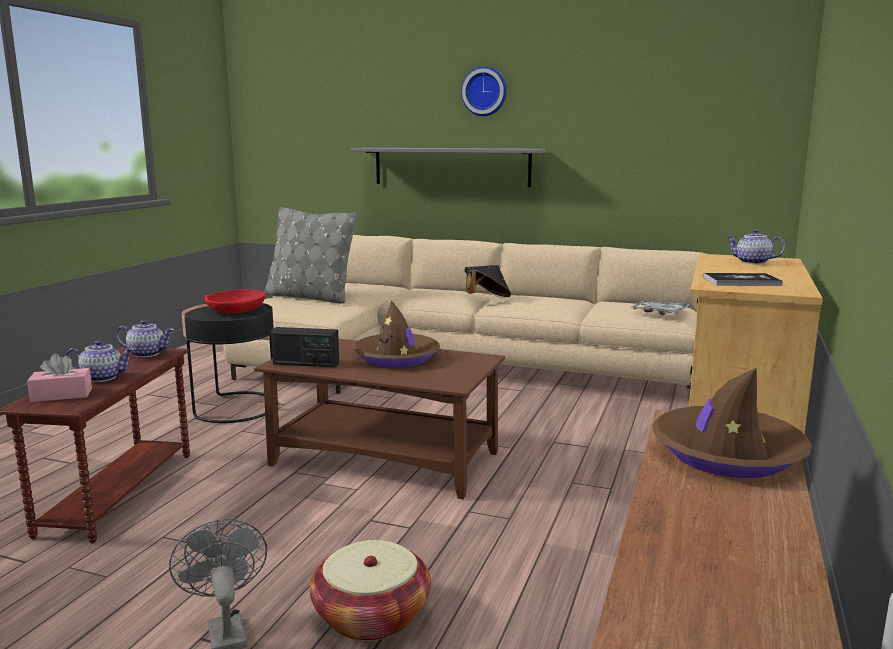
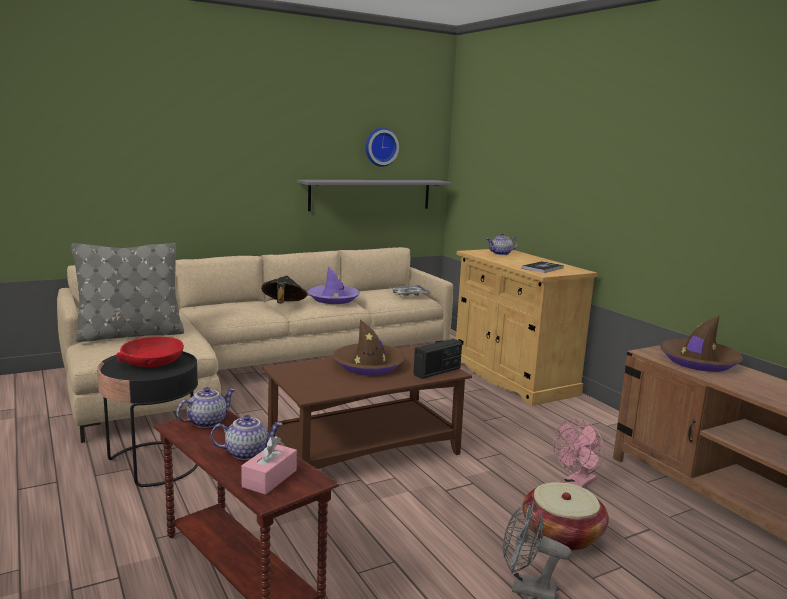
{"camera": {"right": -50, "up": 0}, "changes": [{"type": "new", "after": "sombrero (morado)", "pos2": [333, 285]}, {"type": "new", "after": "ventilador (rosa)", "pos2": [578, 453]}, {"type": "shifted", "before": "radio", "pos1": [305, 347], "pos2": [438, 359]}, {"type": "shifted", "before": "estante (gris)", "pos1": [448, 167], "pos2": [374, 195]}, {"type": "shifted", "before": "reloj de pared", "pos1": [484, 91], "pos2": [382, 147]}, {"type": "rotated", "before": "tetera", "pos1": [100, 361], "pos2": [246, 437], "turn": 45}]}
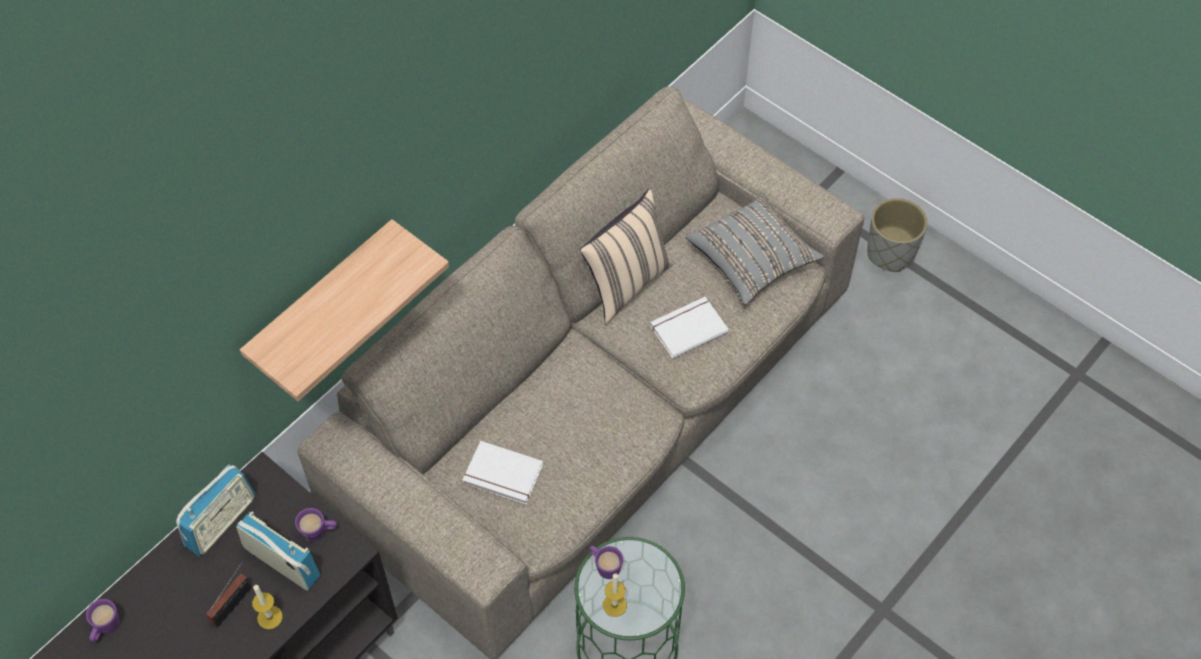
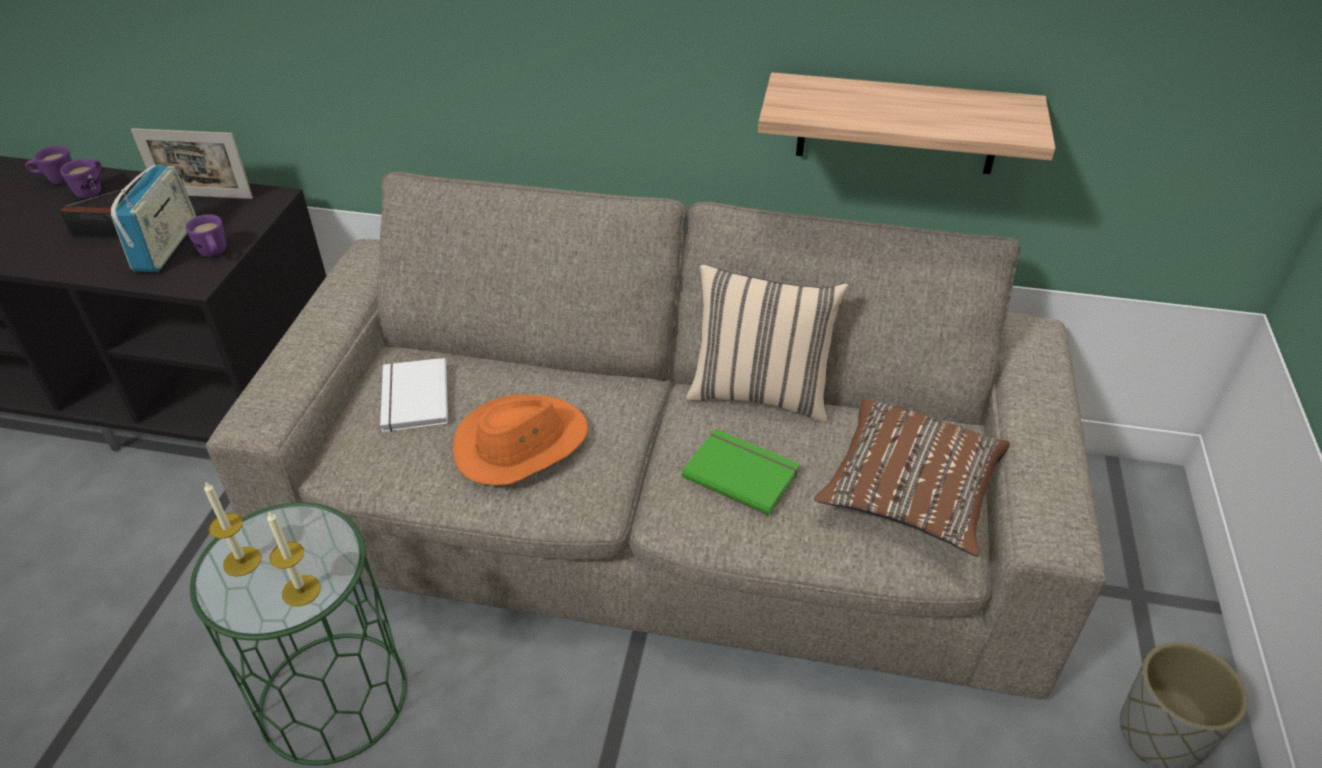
{"camera": {"right": 60, "up": -15}, "changes": [{"type": "new", "after": "sombrero (naranja)", "pos2": [520, 439]}, {"type": "shifted", "before": "estante", "pos1": [344, 310], "pos2": [907, 123]}, {"type": "shifted", "before": "vela", "pos1": [267, 607], "pos2": [294, 559]}, {"type": "shifted", "before": "taza grande (morado)", "pos1": [606, 562], "pos2": [81, 178]}, {"type": "swapped", "before": "radio", "after": "portarretratos", "pos1": [216, 510], "pos2": [192, 163]}, {"type": "repainted", "before": "libro (blanco)", "after": "libro (verde)", "pos1": [689, 327], "pos2": [741, 472]}, {"type": "repainted", "before": "cojín (gris)", "after": "cojín (marrón)", "pos1": [754, 248], "pos2": [912, 478]}]}
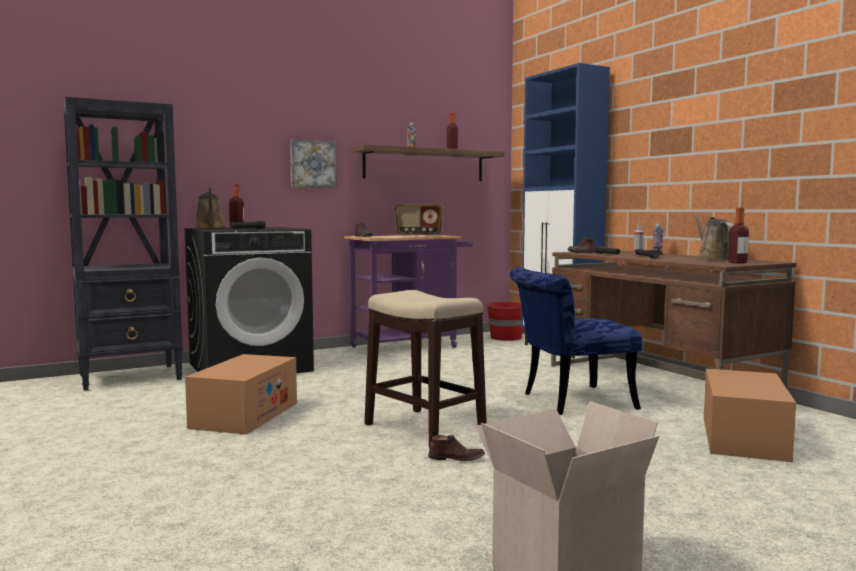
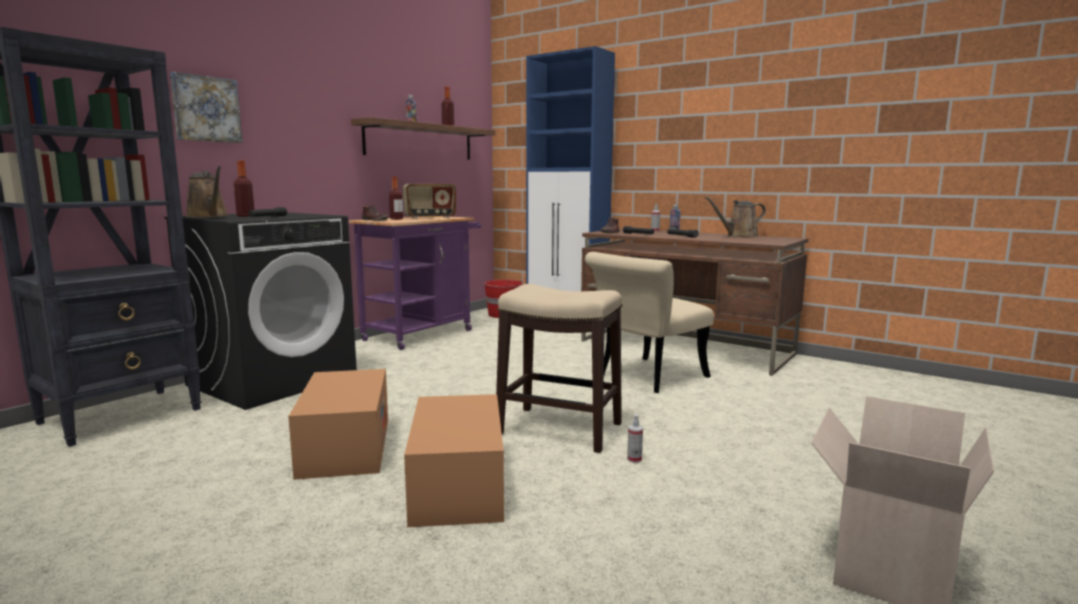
{"camera": {"right": -25, "up": 5}, "changes": [{"type": "shifted", "before": "cuadro", "pos1": [313, 163], "pos2": [206, 107]}, {"type": "shifted", "before": "caja de cartón", "pos1": [750, 415], "pos2": [454, 460]}, {"type": "shifted", "before": "botella", "pos1": [738, 235], "pos2": [396, 198]}, {"type": "swapped", "before": "zapato (marrón)", "after": "pulverizador", "pos1": [456, 448], "pos2": [635, 438]}, {"type": "repainted", "before": "silla (azul)", "after": "silla (beis)", "pos1": [576, 341], "pos2": [649, 322]}, {"type": "rotated", "before": "regadera (marrón)", "pos1": [713, 237], "pos2": [735, 217], "turn": -75}]}
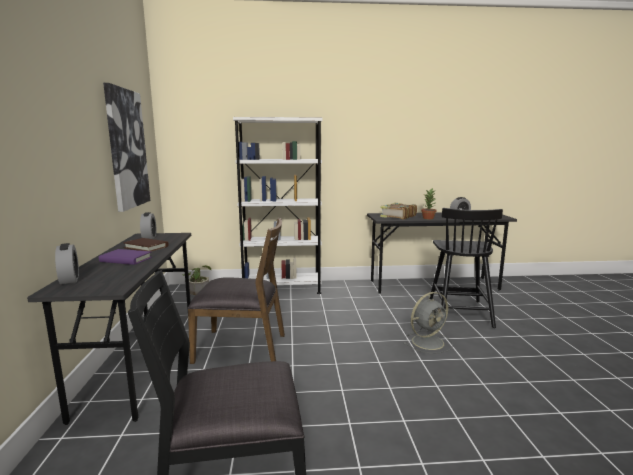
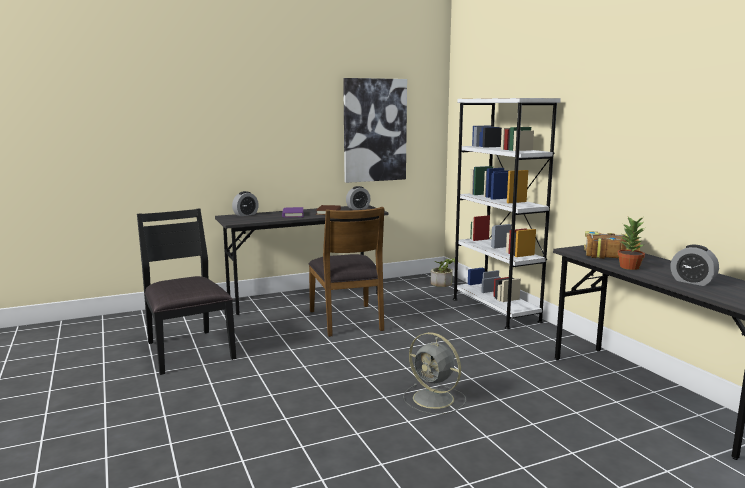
{"camera": {"right": 70, "up": 0}, "changes": [{"type": "gone", "before": "silla (negro)", "pos1": [466, 268]}]}
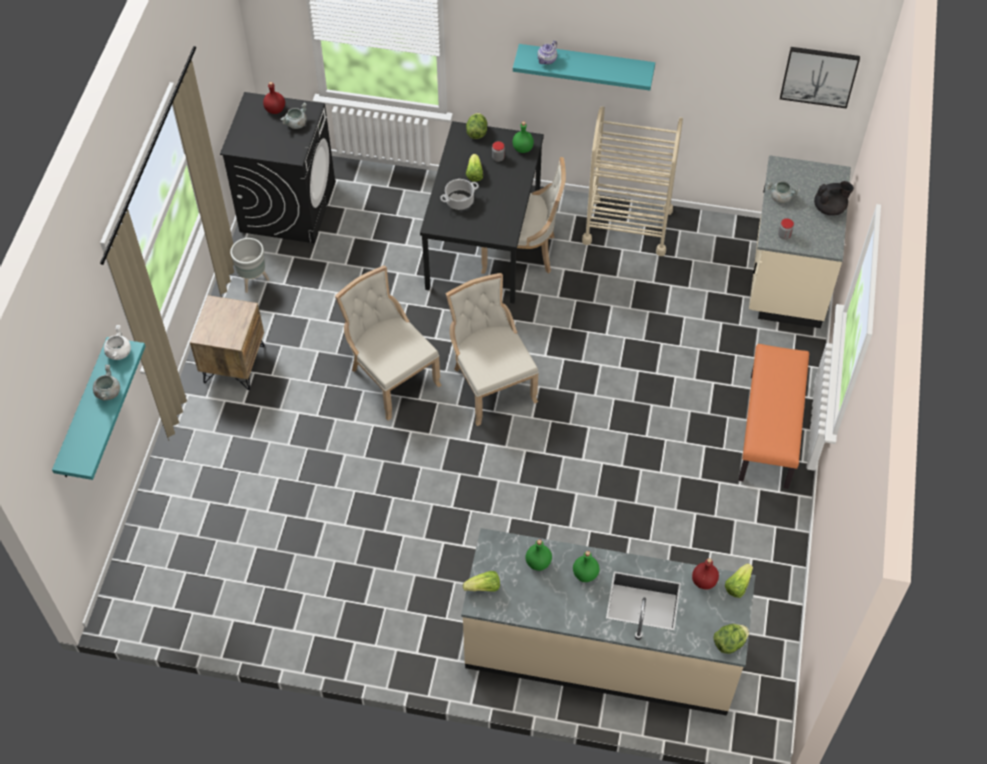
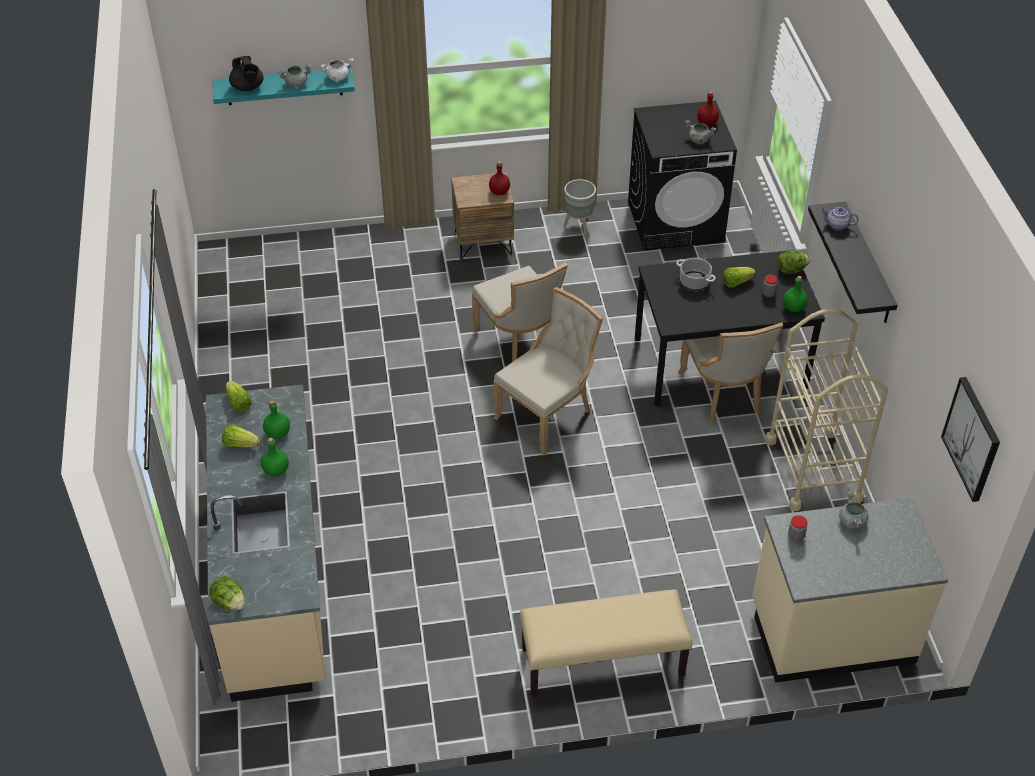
{"camera": {"right": 70, "up": -10}, "changes": [{"type": "shifted", "before": "botella (rojo)", "pos1": [705, 574], "pos2": [499, 178]}, {"type": "shifted", "before": "lechuga", "pos1": [739, 581], "pos2": [241, 435]}, {"type": "shifted", "before": "tetera (negro)", "pos1": [834, 198], "pos2": [246, 73]}, {"type": "repainted", "before": "estante (turquesa)", "after": "estante (negro)", "pos1": [584, 67], "pos2": [853, 262]}, {"type": "repainted", "before": "banco (naranja)", "after": "banco (beis)", "pos1": [773, 416], "pos2": [606, 643]}, {"type": "rotated", "before": "silla (beis)", "pos1": [388, 343], "pos2": [520, 312], "turn": 120}]}
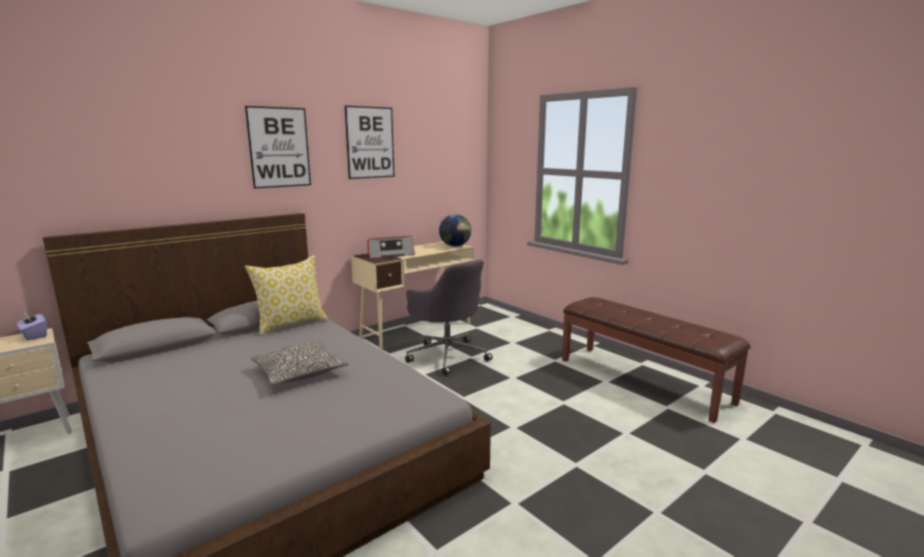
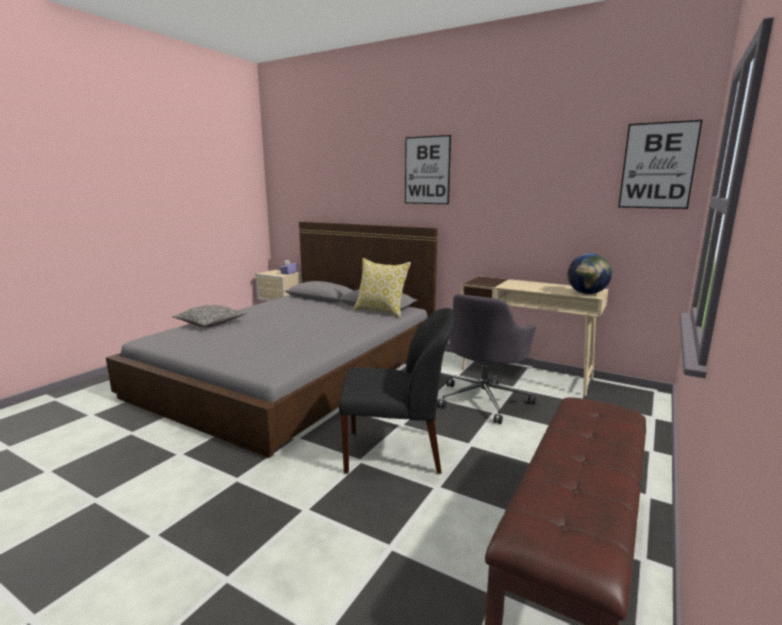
{"camera": {"right": 70, "up": 0}, "changes": [{"type": "gone", "before": "radio", "pos1": [391, 247]}, {"type": "new", "after": "silla (negro)", "pos2": [396, 391]}, {"type": "shifted", "before": "cojín", "pos1": [300, 362], "pos2": [209, 316]}, {"type": "shifted", "before": "cuadro", "pos1": [370, 142], "pos2": [660, 164]}]}
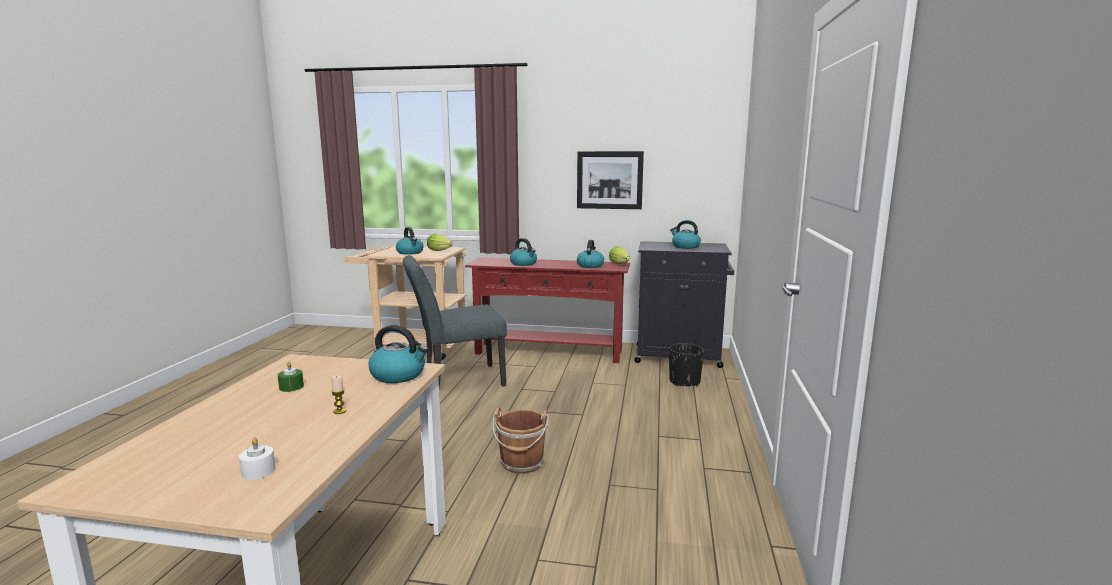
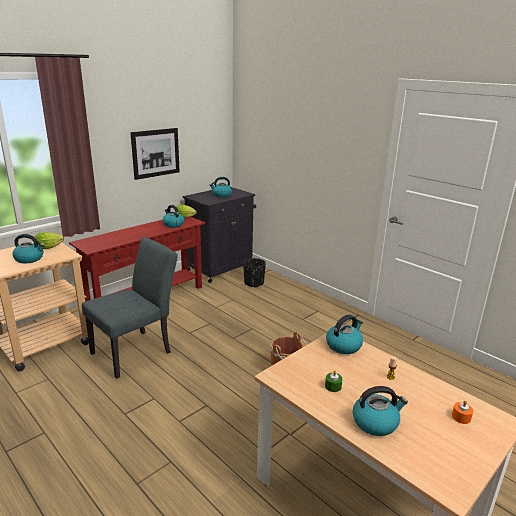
{"camera": {"right": -55, "up": 10}, "changes": [{"type": "shifted", "before": "hervidor", "pos1": [523, 252], "pos2": [380, 411]}, {"type": "repainted", "before": "vela (blanco)", "after": "vela (naranja)", "pos1": [257, 459], "pos2": [462, 412]}, {"type": "rotated", "before": "silla (gris)", "pos1": [455, 322], "pos2": [129, 308], "turn": -150}]}
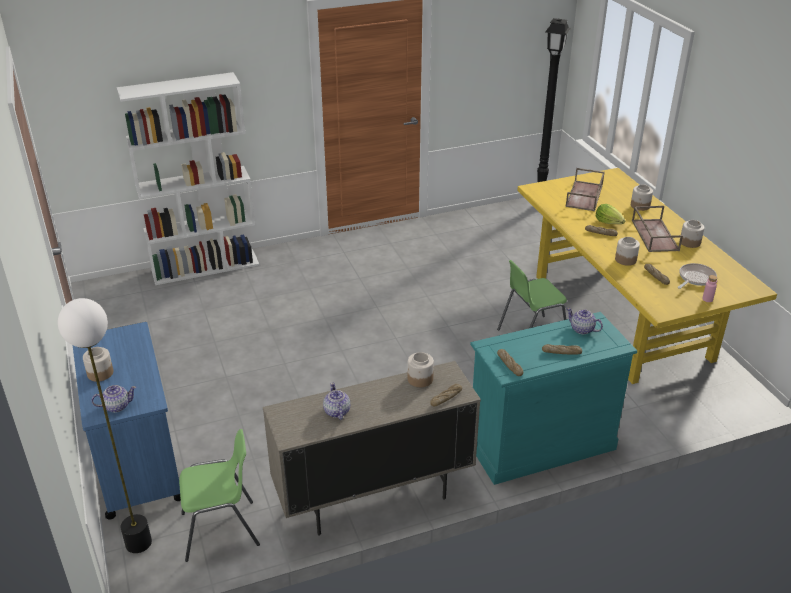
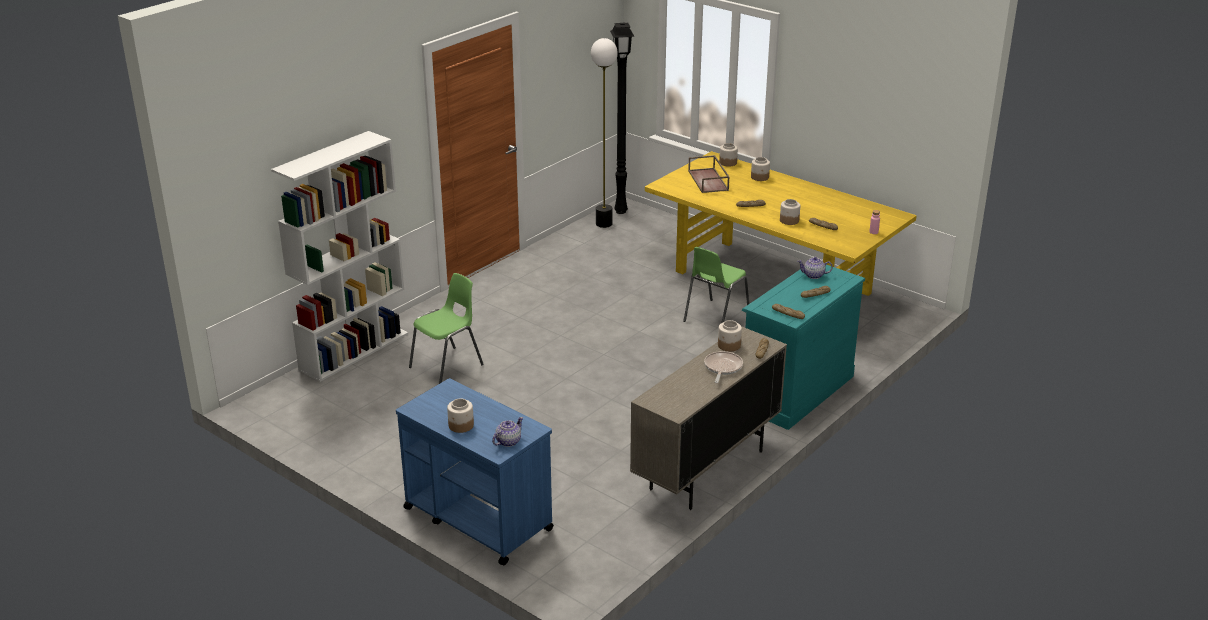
{"camera": {"right": -30, "up": -5}, "changes": [{"type": "gone", "before": "tetera", "pos1": [336, 401]}, {"type": "gone", "before": "lechuga", "pos1": [610, 214]}, {"type": "gone", "before": "bandeja (marrón)", "pos1": [657, 229]}, {"type": "shifted", "before": "lámpara de pie", "pos1": [105, 425], "pos2": [604, 133]}, {"type": "shifted", "before": "silla (verde)", "pos1": [219, 495], "pos2": [446, 328]}, {"type": "shifted", "before": "sartén", "pos1": [697, 276], "pos2": [723, 367]}, {"type": "shifted", "before": "tarro", "pos1": [693, 234], "pos2": [728, 154]}]}
